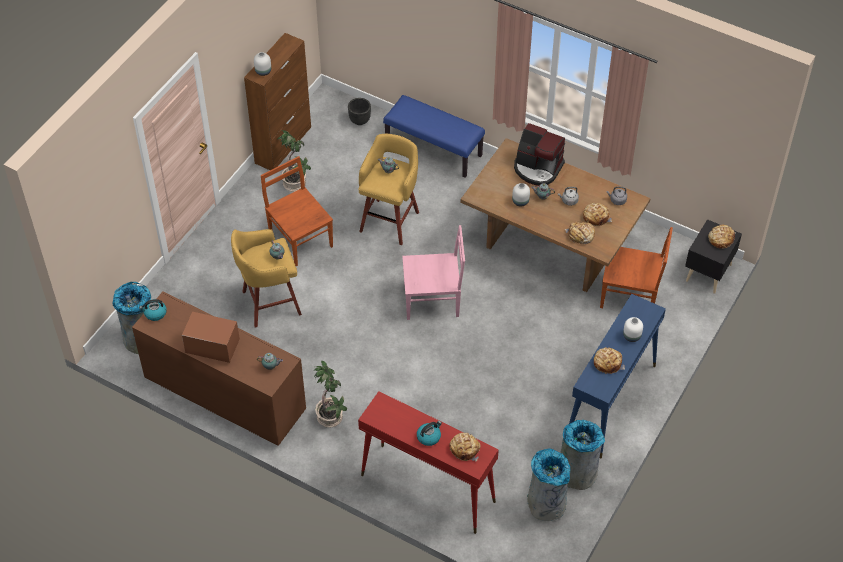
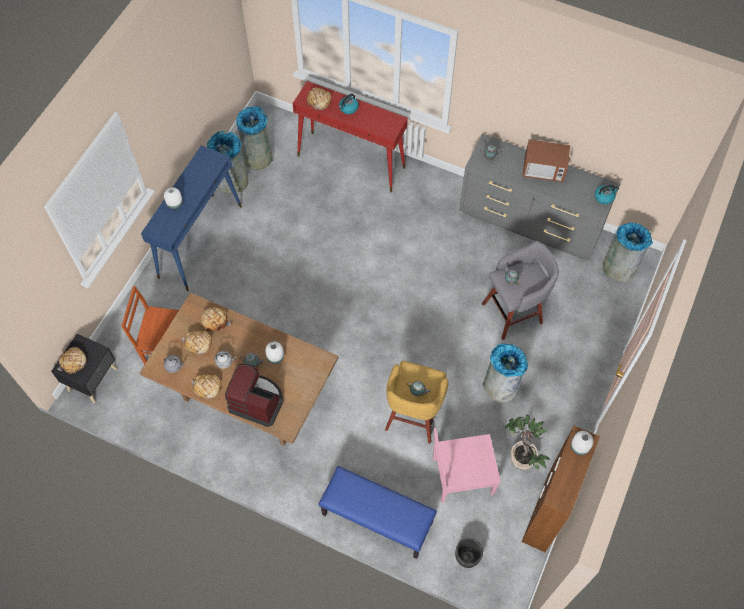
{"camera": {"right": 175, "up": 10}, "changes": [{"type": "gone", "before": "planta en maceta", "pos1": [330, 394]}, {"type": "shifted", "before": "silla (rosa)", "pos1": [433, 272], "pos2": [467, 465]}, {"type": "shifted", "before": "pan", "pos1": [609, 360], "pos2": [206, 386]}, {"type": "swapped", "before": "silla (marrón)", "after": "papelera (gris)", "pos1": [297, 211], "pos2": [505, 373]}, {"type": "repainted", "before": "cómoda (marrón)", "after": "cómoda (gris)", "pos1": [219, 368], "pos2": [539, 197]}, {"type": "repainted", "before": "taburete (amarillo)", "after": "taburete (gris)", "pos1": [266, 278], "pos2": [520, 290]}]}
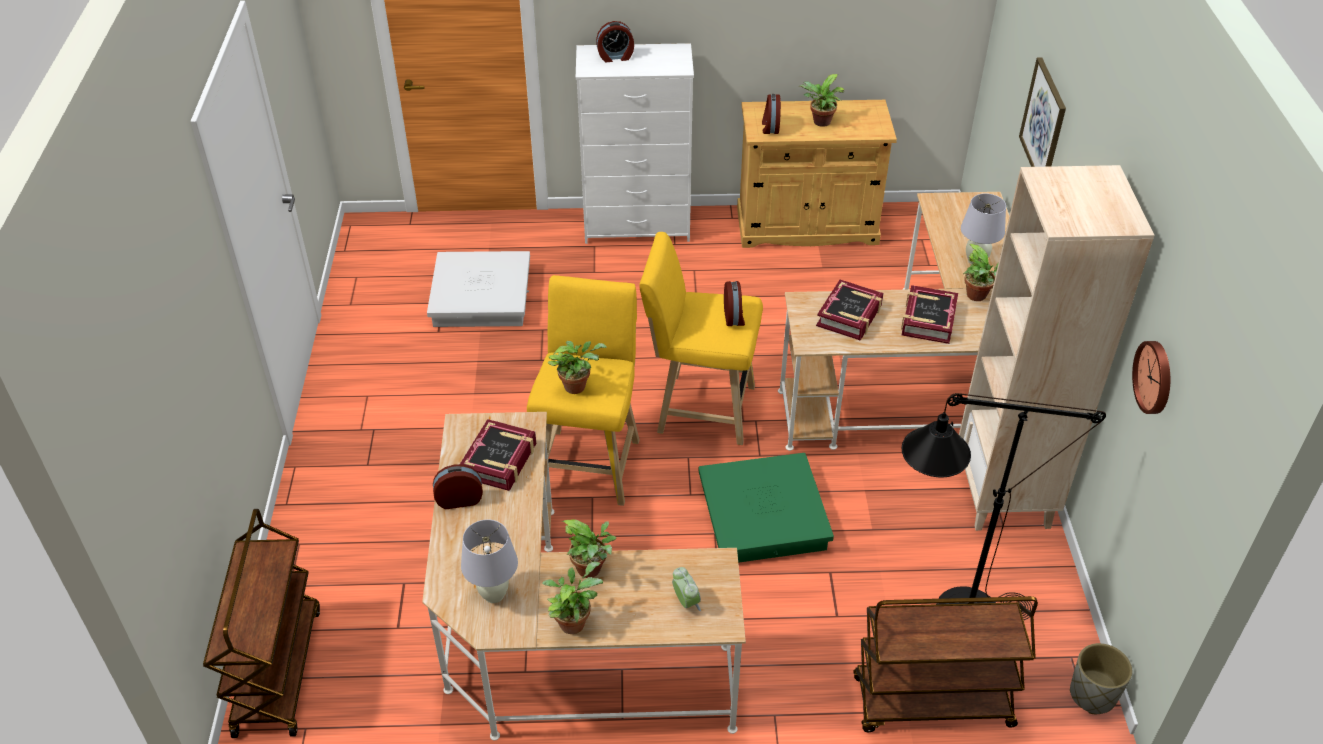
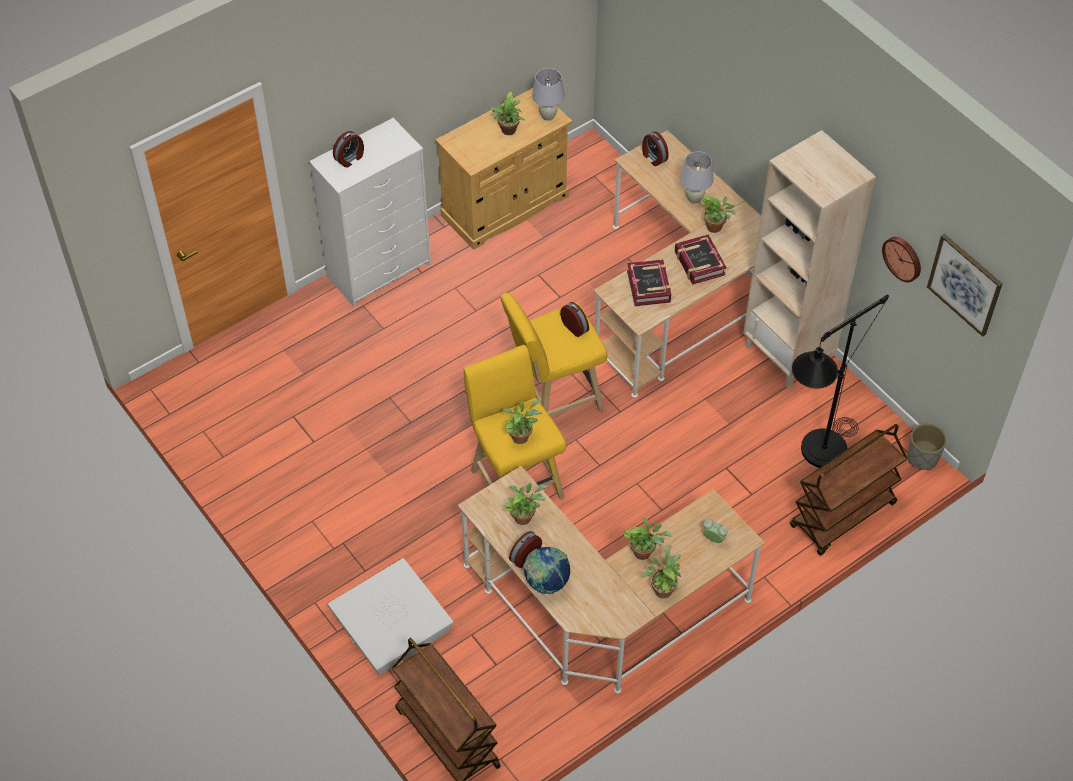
{"camera": {"right": -35, "up": 10}, "changes": [{"type": "gone", "before": "caja de almacenaje (verde)", "pos1": [766, 508]}, {"type": "new", "after": "globo terráqueo", "pos2": [546, 570]}, {"type": "shifted", "before": "caja de almacenaje (blanco)", "pos1": [478, 289], "pos2": [391, 616]}, {"type": "shifted", "before": "lámpara de mesa (blanco)", "pos1": [489, 561], "pos2": [548, 94]}, {"type": "shifted", "before": "despertador", "pos1": [771, 114], "pos2": [655, 148]}, {"type": "shifted", "before": "cuadro", "pos1": [1042, 112], "pos2": [965, 285]}, {"type": "swapped", "before": "libro", "after": "planta en maceta", "pos1": [498, 455], "pos2": [526, 504]}]}
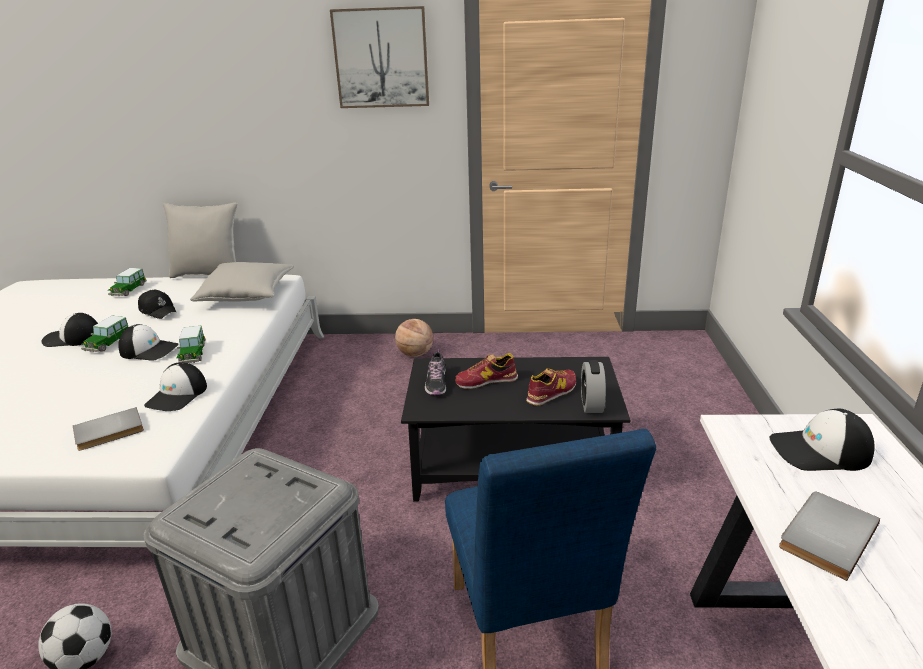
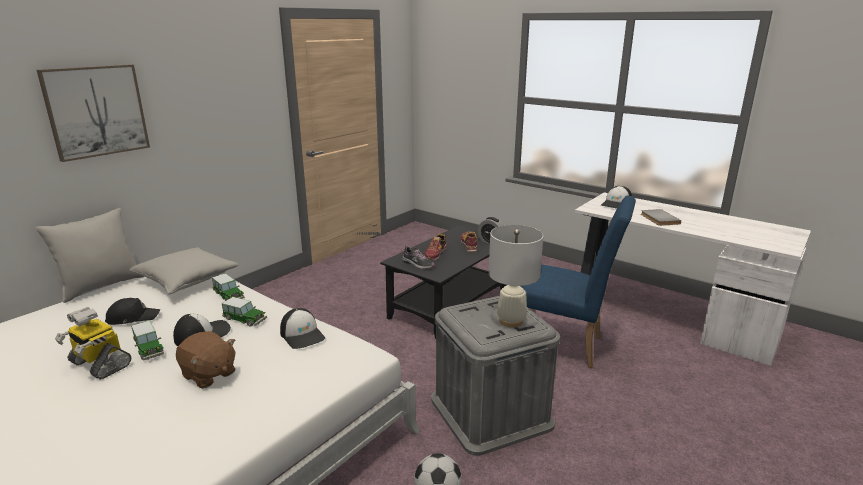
{"camera": {"right": -55, "up": -5}, "changes": [{"type": "gone", "before": "libro (gris)", "pos1": [108, 429]}, {"type": "gone", "before": "balón de baloncesto", "pos1": [414, 338]}, {"type": "new", "after": "peluche (marrón)", "pos2": [206, 360]}, {"type": "new", "after": "lámpara de mesa (blanco)", "pos2": [516, 276]}, {"type": "shifted", "before": "coche de juguete", "pos1": [127, 282], "pos2": [228, 287]}, {"type": "shifted", "before": "cuadro", "pos1": [379, 57], "pos2": [93, 113]}, {"type": "swapped", "before": "gorra", "after": "robot de juguete", "pos1": [69, 330], "pos2": [93, 343]}]}
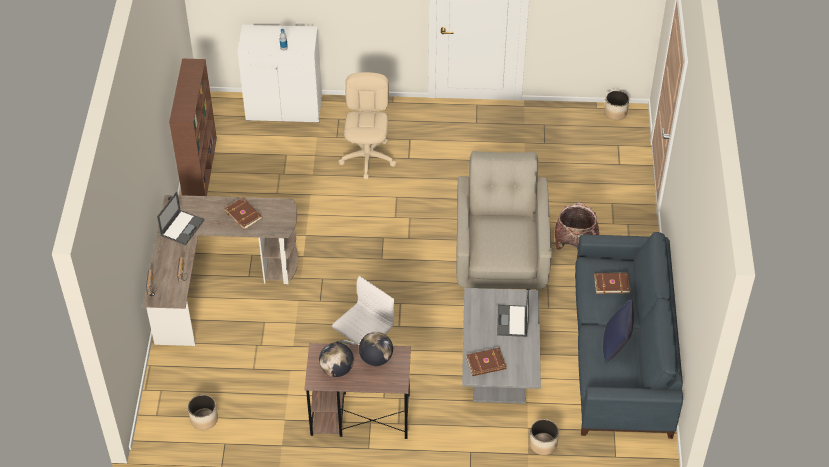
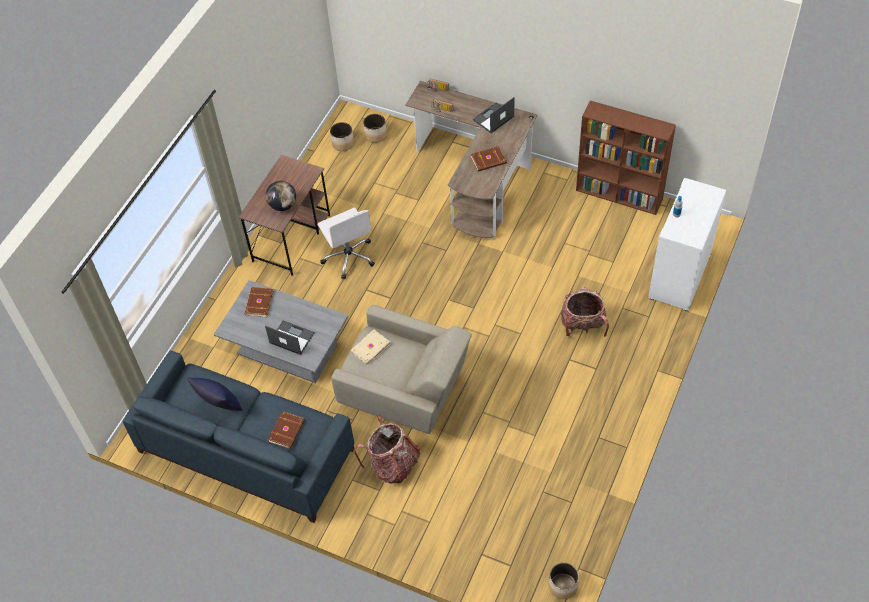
{"camera": {"right": 115, "up": 5}, "changes": [{"type": "gone", "before": "globo terráqueo", "pos1": [336, 359]}, {"type": "new", "after": "libro (beis)", "pos2": [370, 347]}, {"type": "shifted", "before": "maceta", "pos1": [544, 437], "pos2": [375, 128]}, {"type": "swapped", "before": "silla de oficina (beis)", "after": "mochila", "pos1": [367, 125], "pos2": [585, 312]}, {"type": "rotated", "before": "portátil", "pos1": [180, 218], "pos2": [494, 115], "turn": 90}]}
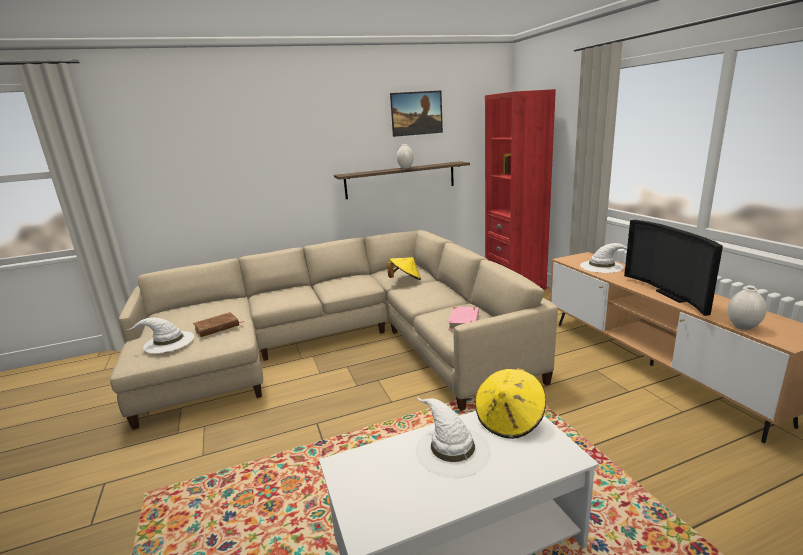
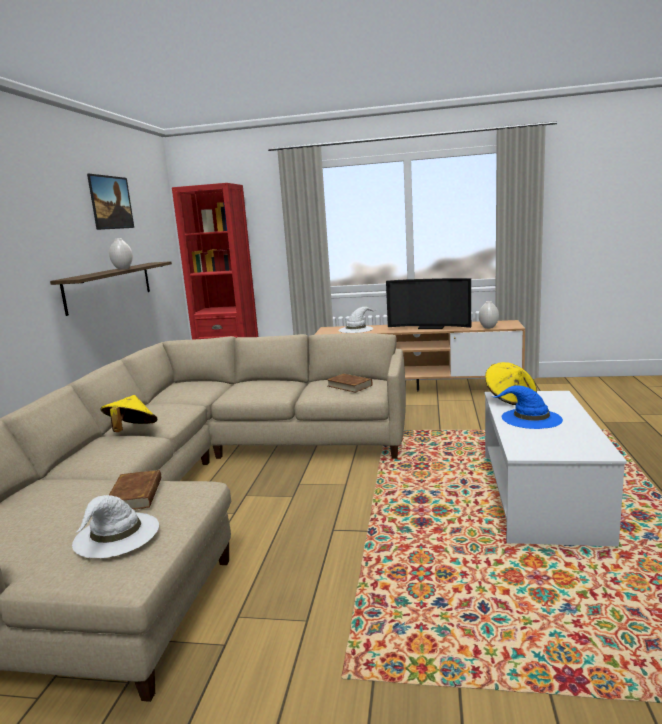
{"camera": {"right": -60, "up": -5}, "changes": [{"type": "shifted", "before": "sombrero (amarillo)", "pos1": [404, 268], "pos2": [129, 413]}, {"type": "repainted", "before": "sombrero (blanco)", "after": "sombrero (azul)", "pos1": [453, 437], "pos2": [527, 407]}, {"type": "repainted", "before": "libro (rosa)", "after": "libro (marrón)", "pos1": [463, 318], "pos2": [349, 383]}]}
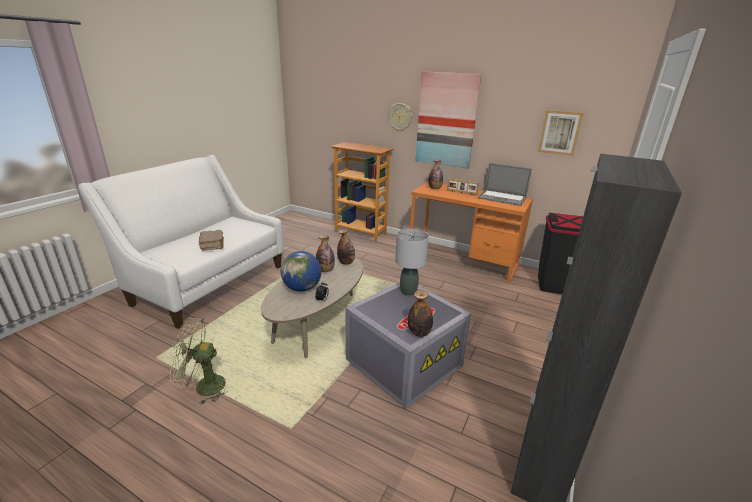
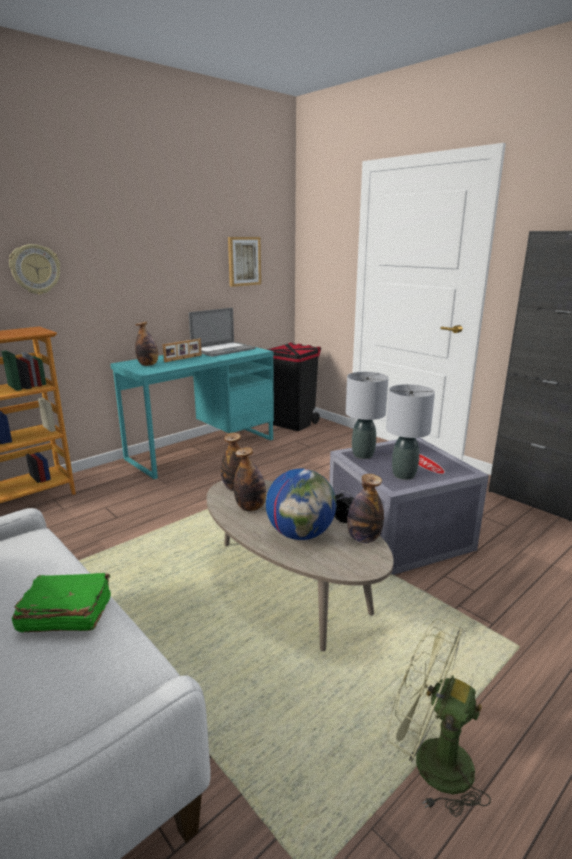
{"camera": {"right": -70, "up": -5}, "changes": [{"type": "gone", "before": "cuadro", "pos1": [448, 120]}, {"type": "new", "after": "lámpara de mesa (gris)", "pos2": [410, 432]}, {"type": "shifted", "before": "botella", "pos1": [420, 313], "pos2": [365, 508]}, {"type": "repainted", "before": "libro (marrón)", "after": "libro (verde)", "pos1": [211, 240], "pos2": [61, 602]}, {"type": "repainted", "before": "escritorio (naranja)", "after": "escritorio (turquesa)", "pos1": [471, 232], "pos2": [192, 411]}, {"type": "rotated", "before": "ventilador (verde)", "pos1": [198, 361], "pos2": [439, 718], "turn": 105}]}
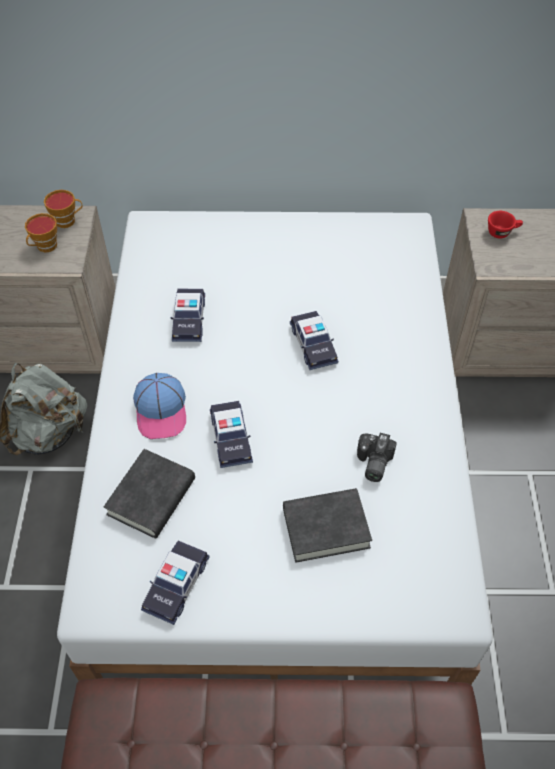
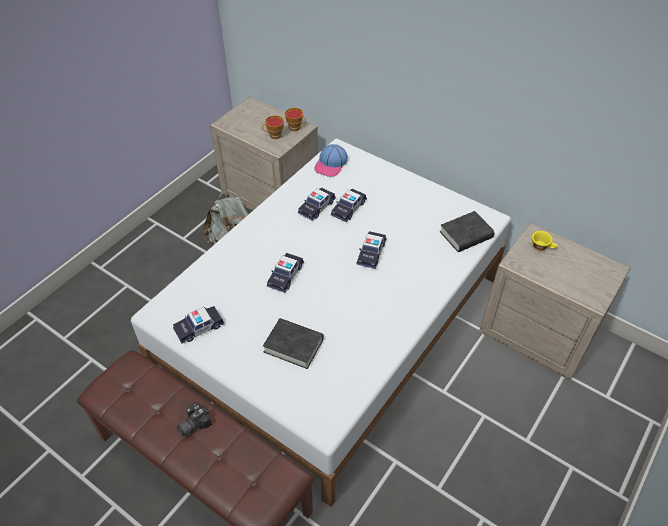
{"camera": {"right": 35, "up": -5}, "changes": [{"type": "new", "after": "coche de juguete", "pos2": [349, 205]}, {"type": "shifted", "before": "libro (negro)", "pos1": [149, 493], "pos2": [467, 231]}, {"type": "shifted", "before": "gorra", "pos1": [159, 406], "pos2": [331, 160]}, {"type": "shifted", "before": "cámara", "pos1": [377, 457], "pos2": [194, 419]}, {"type": "repainted", "before": "taza (rojo)", "after": "taza (amarillo)", "pos1": [505, 224], "pos2": [545, 241]}]}
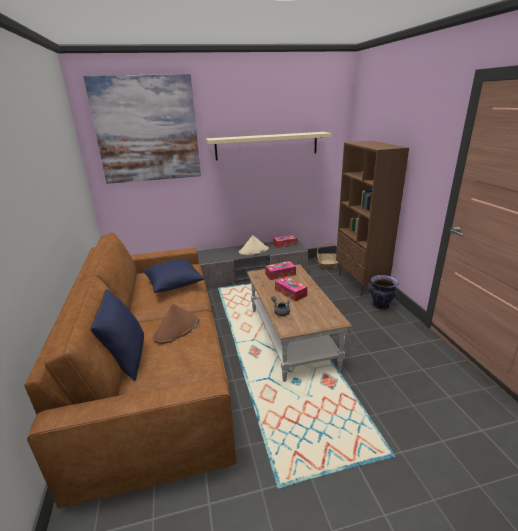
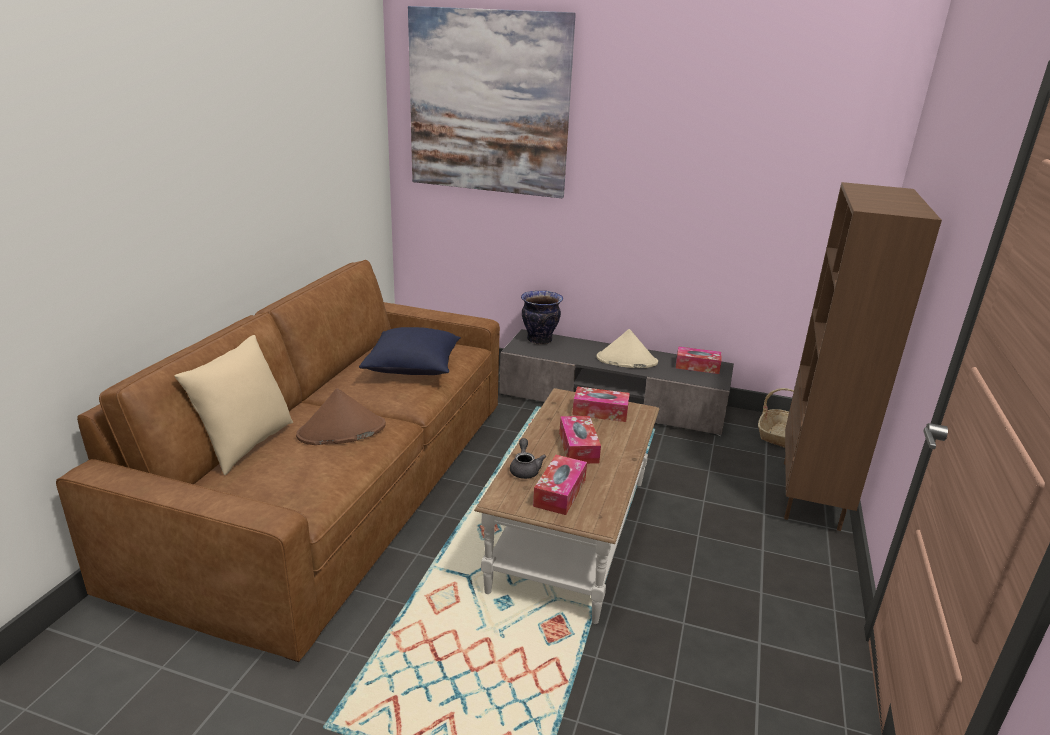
{"camera": {"right": 30, "up": 0}, "changes": [{"type": "gone", "before": "estante (beis)", "pos1": [269, 146]}, {"type": "new", "after": "caja de pañuelos", "pos2": [560, 485]}, {"type": "shifted", "before": "florero", "pos1": [384, 292], "pos2": [542, 318]}, {"type": "repainted", "before": "cojín (azul)", "after": "cojín (beis)", "pos1": [117, 335], "pos2": [233, 405]}]}
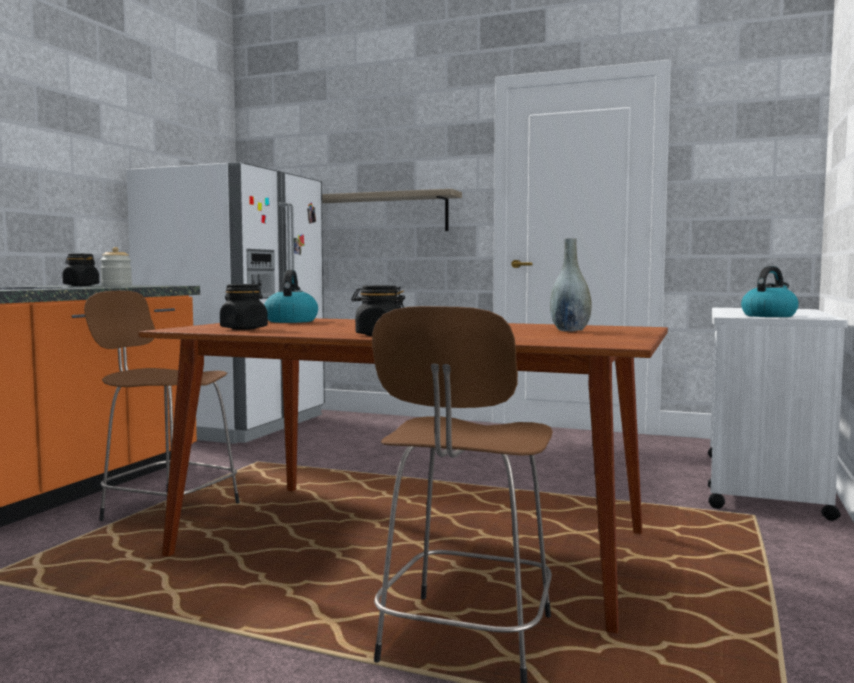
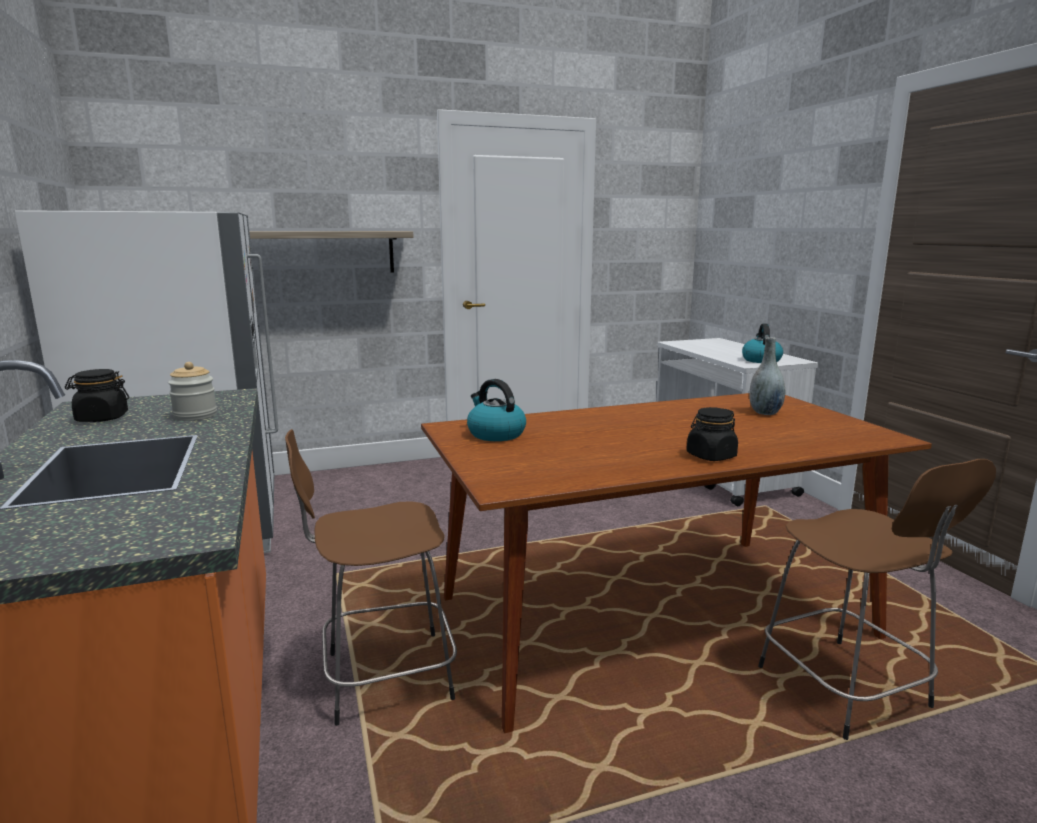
{"camera": {"right": -40, "up": 10}, "changes": [{"type": "gone", "before": "tarro (negro)", "pos1": [244, 307]}]}
